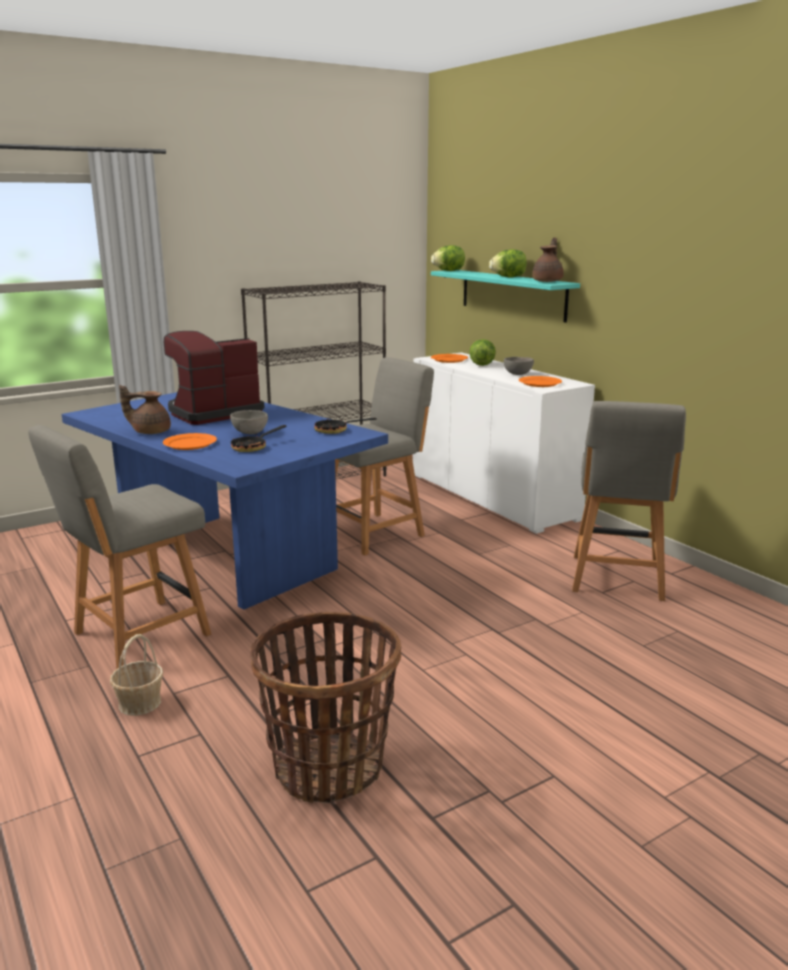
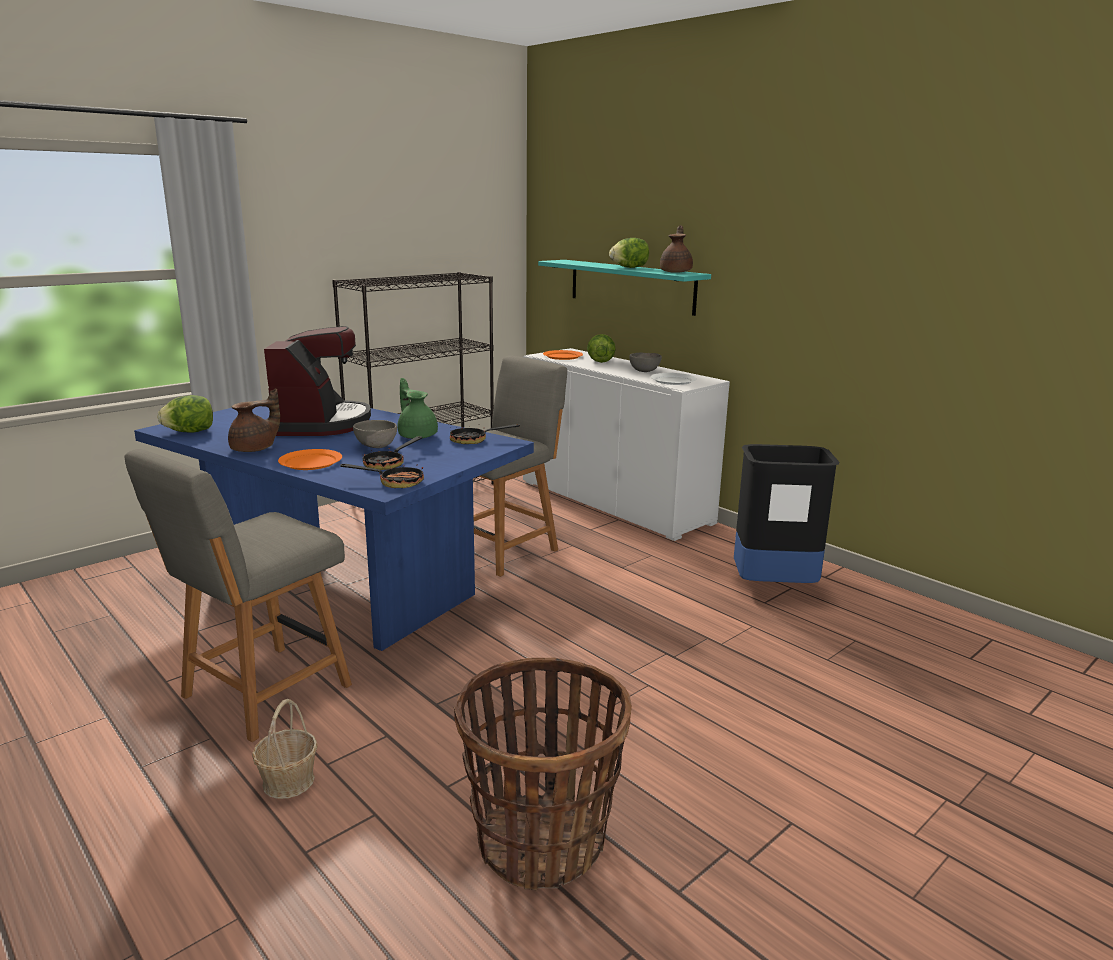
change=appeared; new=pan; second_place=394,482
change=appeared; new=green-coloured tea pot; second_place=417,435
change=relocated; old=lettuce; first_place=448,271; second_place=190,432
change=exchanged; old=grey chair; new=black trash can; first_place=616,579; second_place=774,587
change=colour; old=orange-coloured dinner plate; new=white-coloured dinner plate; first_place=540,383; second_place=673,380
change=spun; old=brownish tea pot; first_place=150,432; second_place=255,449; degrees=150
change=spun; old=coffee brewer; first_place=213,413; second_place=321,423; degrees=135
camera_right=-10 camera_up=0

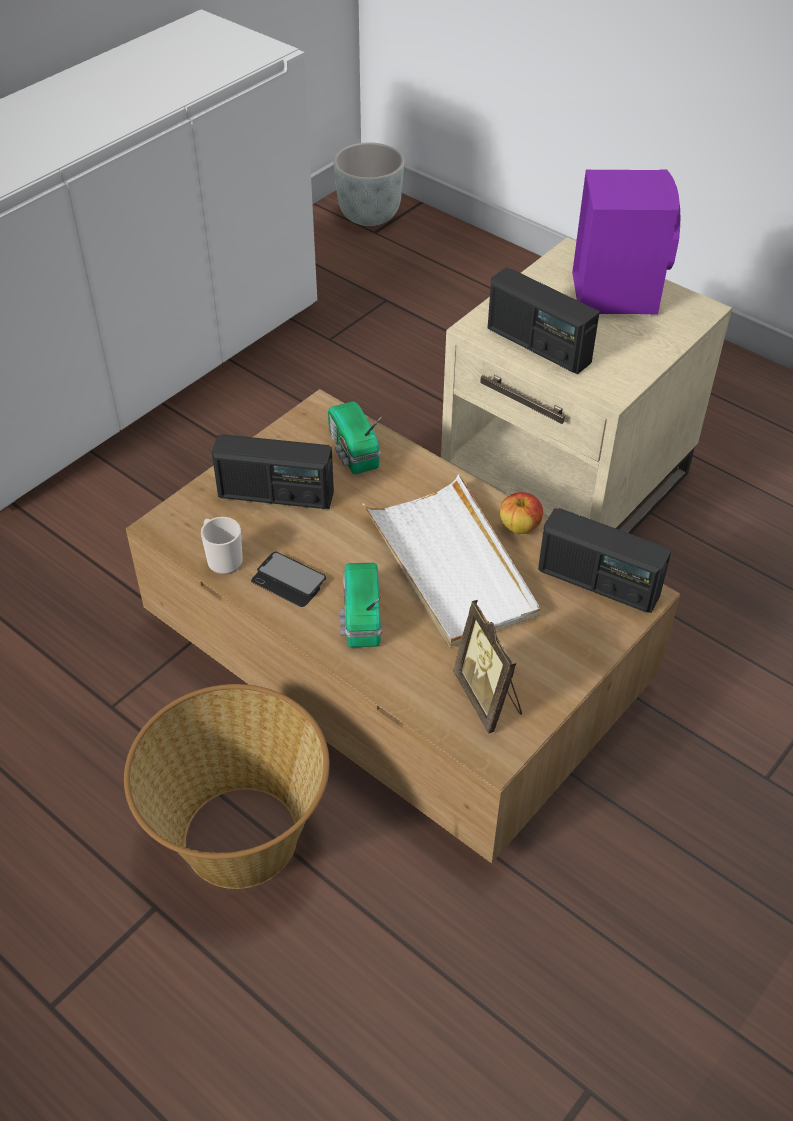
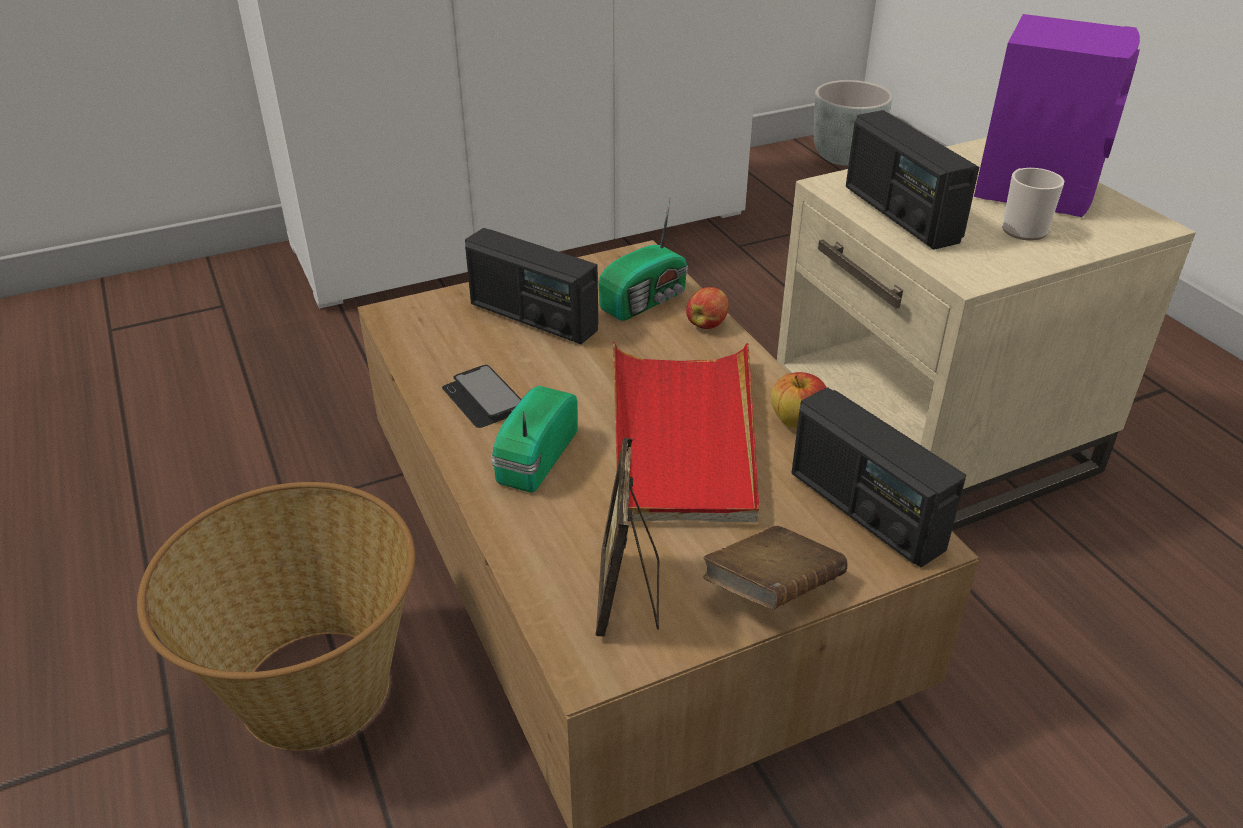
change=appeared; new=apple fruit; second_place=707,324
change=appeared; new=brownish bound book; second_place=772,590
change=relocated; old=coffee mug; first_place=222,559; second_place=1021,227
change=colour; old=white-coloured serving tray; new=reddish serving tray; first_place=451,565; second_place=683,437
change=spun; old=radio; first_place=352,452; second_place=646,300; degrees=-135
camera_right=25 camera_up=-10

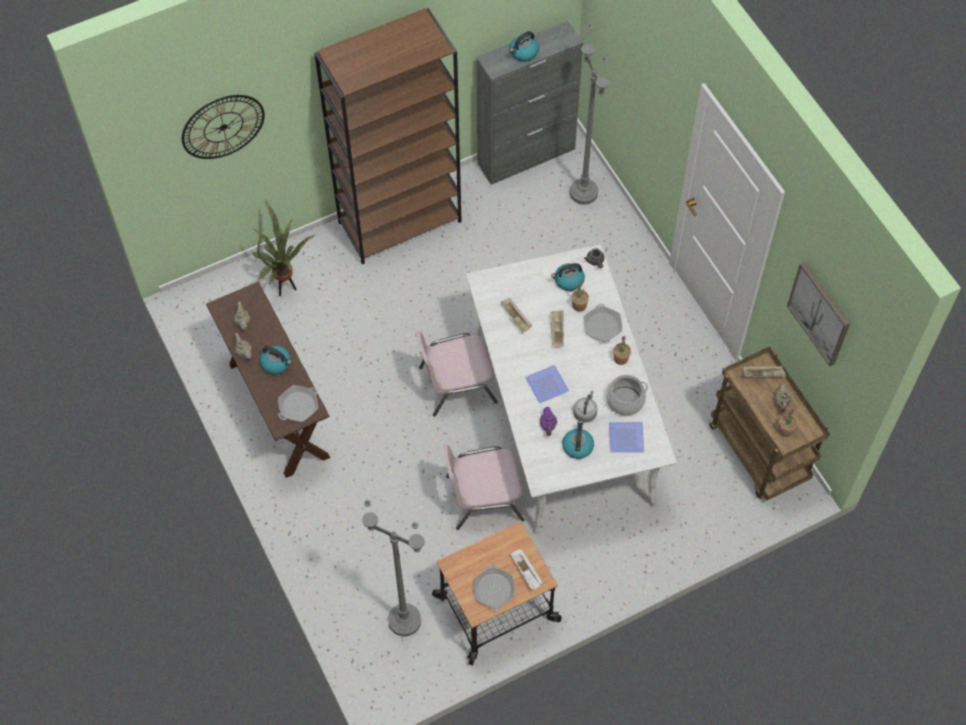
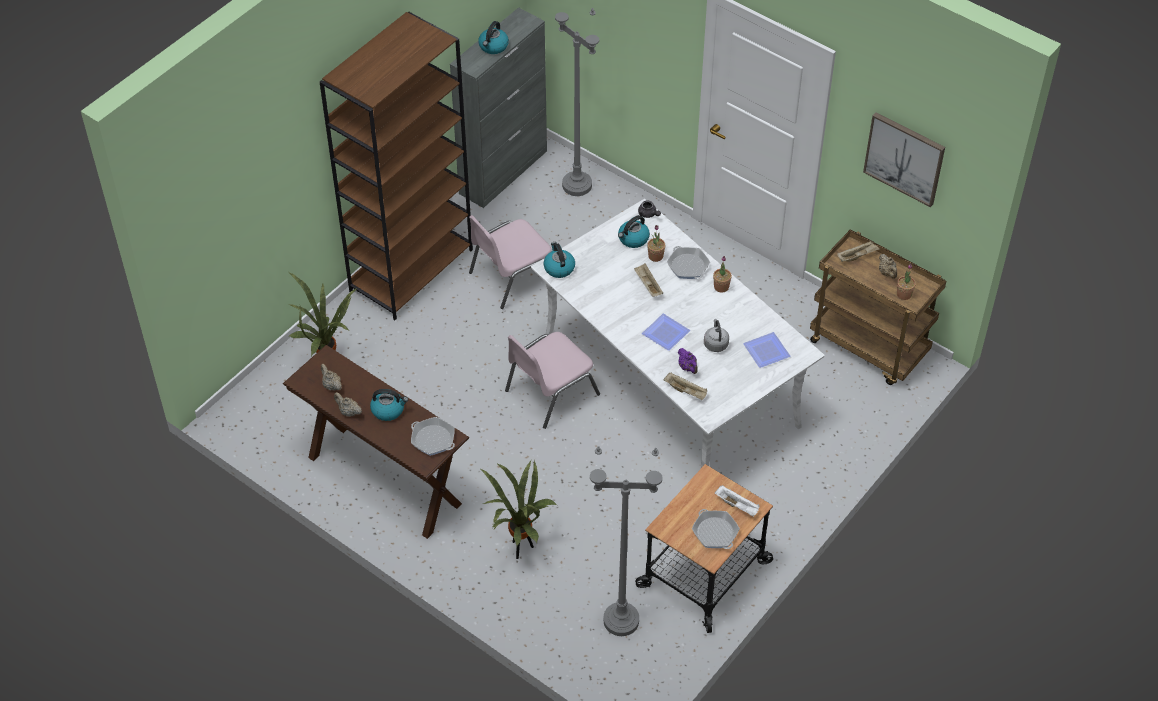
change=missing; old=hanging clock; first_place=223,127
change=missing; old=stockpot; first_place=625,400
change=appeared; new=plant in a pot; second_place=520,549
change=relocated; old=pinkish chair; first_place=483,497; second_place=511,277
change=relocated; old=sand-coloured serving tray; first_place=516,319; second_place=686,391
change=relocated; old=kettle; first_place=577,446; second_place=559,268
change=spun; old=pan; first_place=298,406; second_place=433,439; degrees=105
camera_right=-25 camera_up=-10

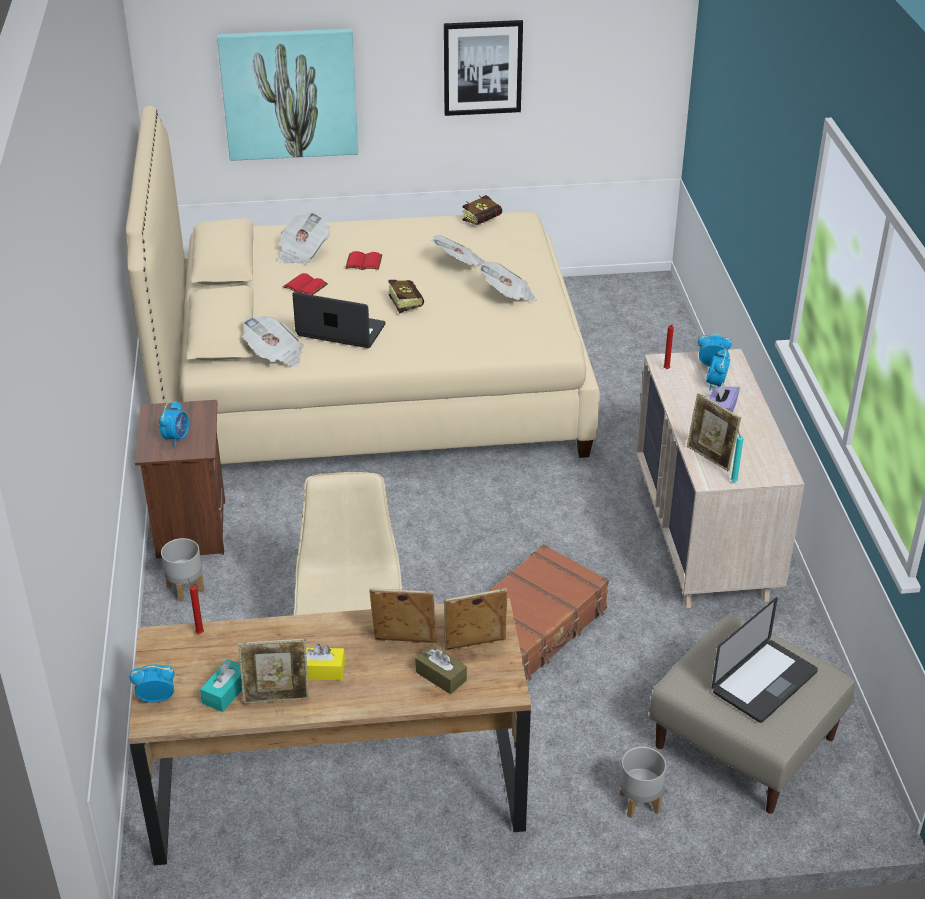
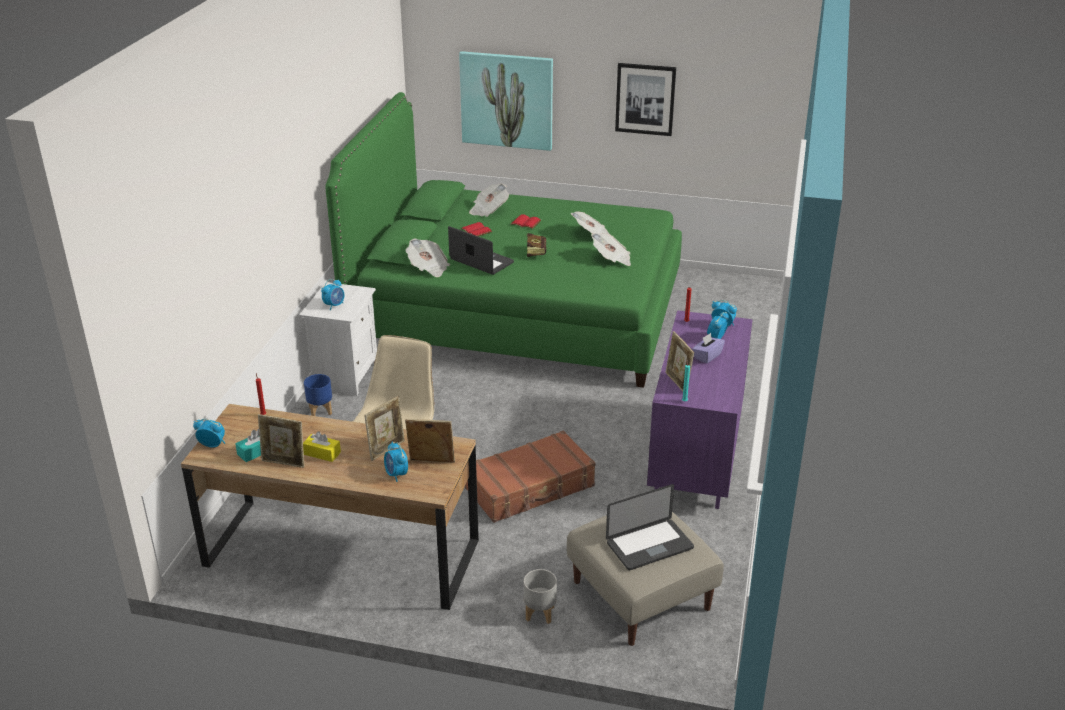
change=missing; old=bound book; first_place=485,220
change=exchanged; old=brownish tissue box; new=bedside clock; first_place=441,676; second_place=396,474
change=colour; old=sand-coloured bedroom bed; new=green-coloured bedroom bed; first_place=369,387; second_place=516,313
change=colour; old=brownish night table; new=white-coloured night table; first_place=189,529; second_place=344,376
change=colour; old=grey planter; new=bluish planter; first_place=185,588; second_place=320,410
change=colour; old=sand-coloured drawer chest; new=purple drawer chest; first_place=704,539; second_place=695,458
change=spun; old=photo frame; first_place=404,643; second_place=386,449; degrees=105
camera_right=20 camera_up=-5

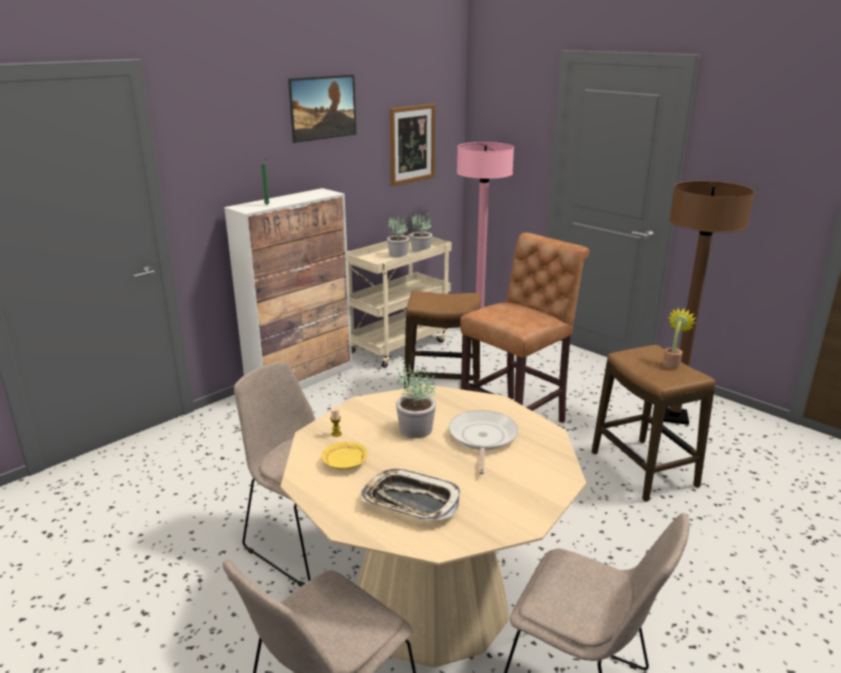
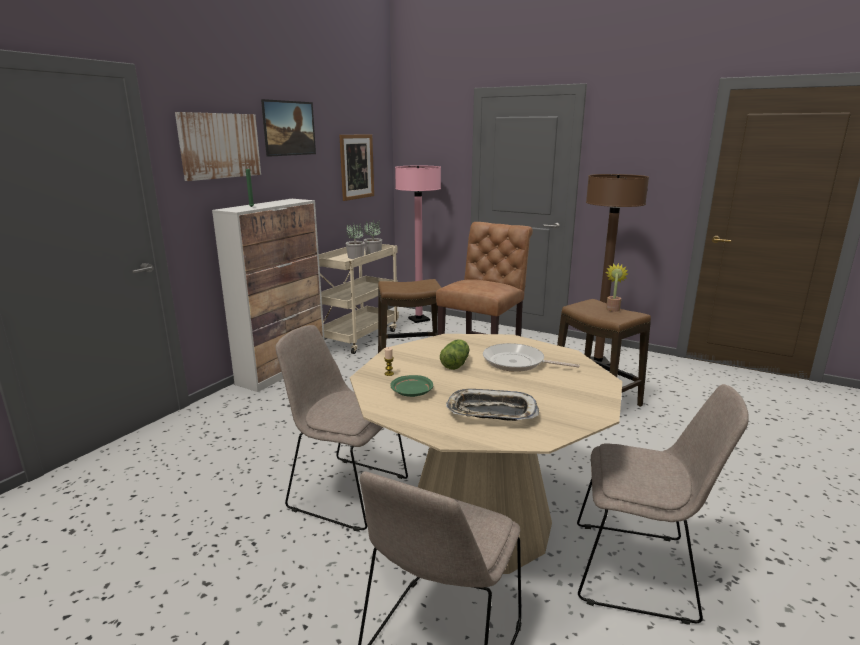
change=appeared; new=wall picture; second_place=219,146
change=exchanged; old=plant in a pot; new=lettuce; first_place=415,429; second_place=456,363
change=colour; old=yellow dinner plate; new=green-coloured dinner plate; first_place=344,463; second_place=411,392
change=spun; old=pan; first_place=482,438; second_place=517,363; degrees=-60
camera_right=-15 camera_up=-5

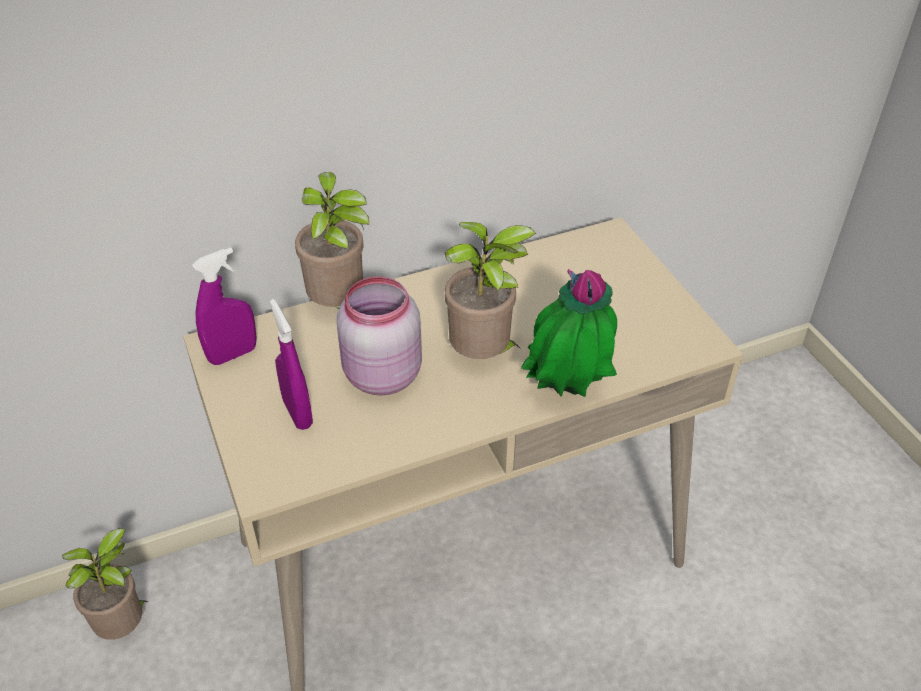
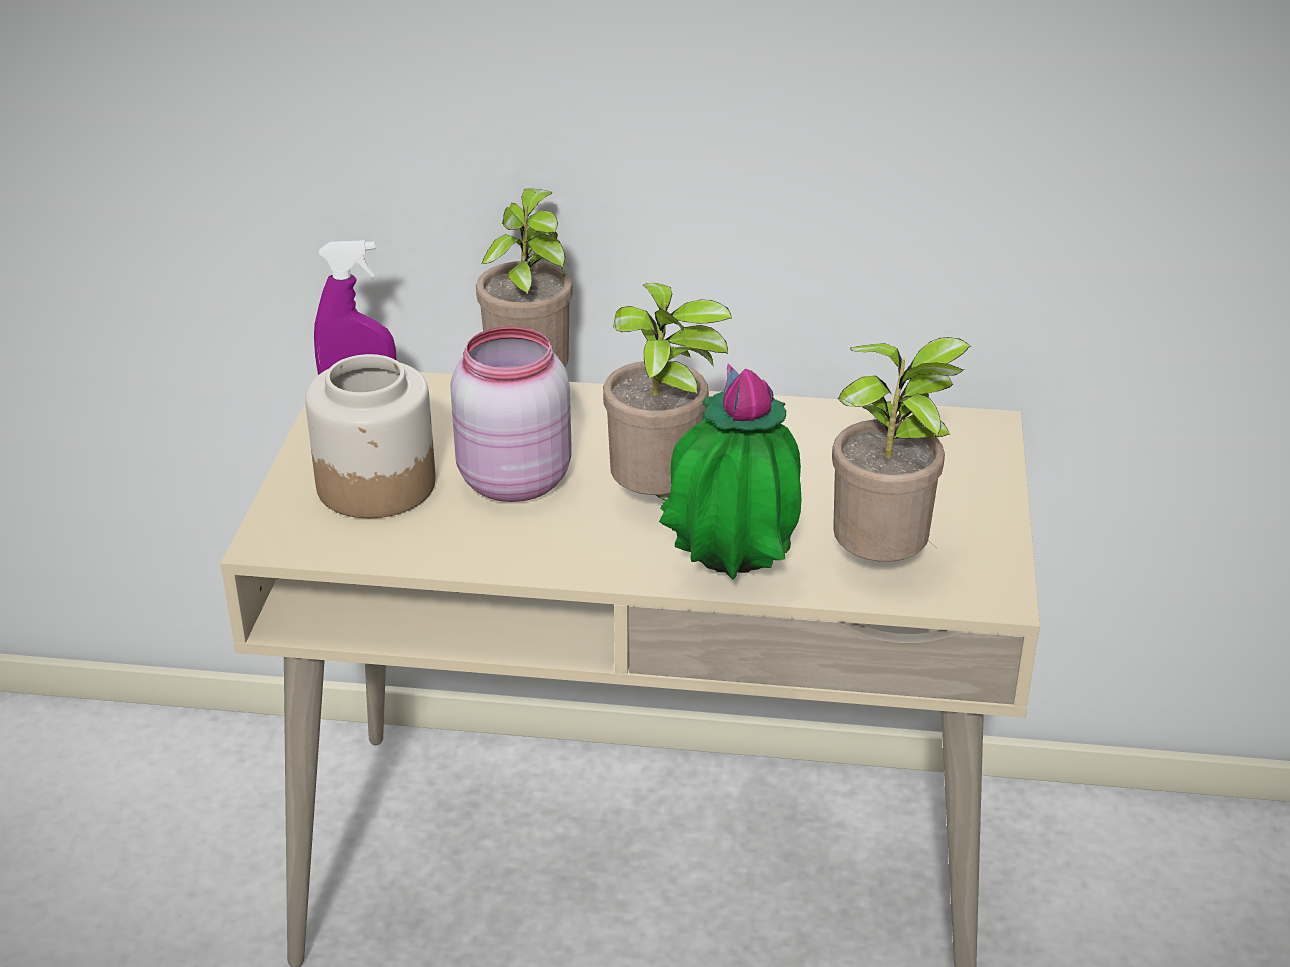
change=relocated; old=plant in a pot; first_place=125,625; second_place=885,565
change=exchanged; old=purple sprayer; new=preserve jar; first_place=297,413; second_place=377,484
camera_right=30 camera_up=-10

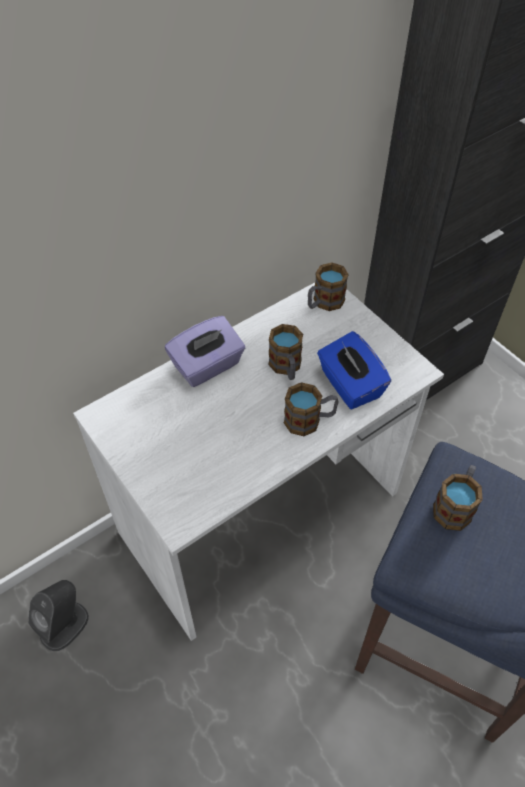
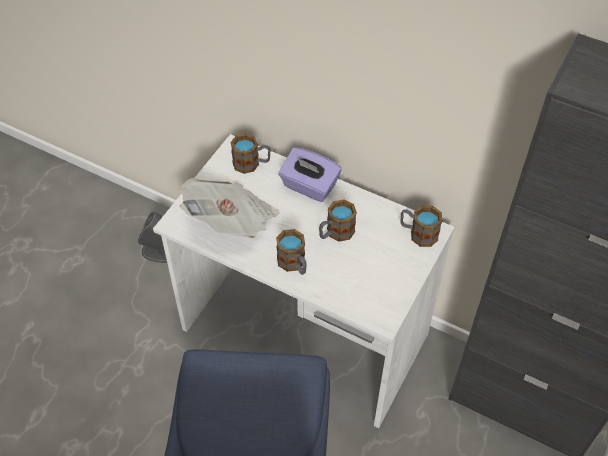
change=missing; old=bluish tissue box; first_place=349,385
change=appeared; new=printed paper; second_place=232,222
change=relocated; old=coffee mug; first_place=455,505; second_place=251,164
camera_right=65 camera_up=0

